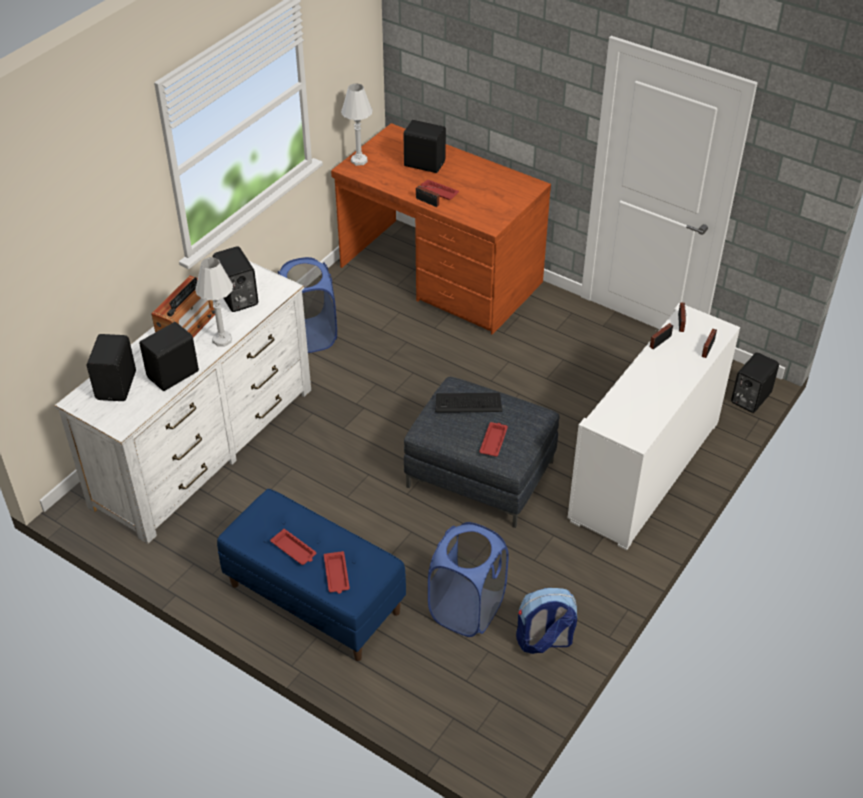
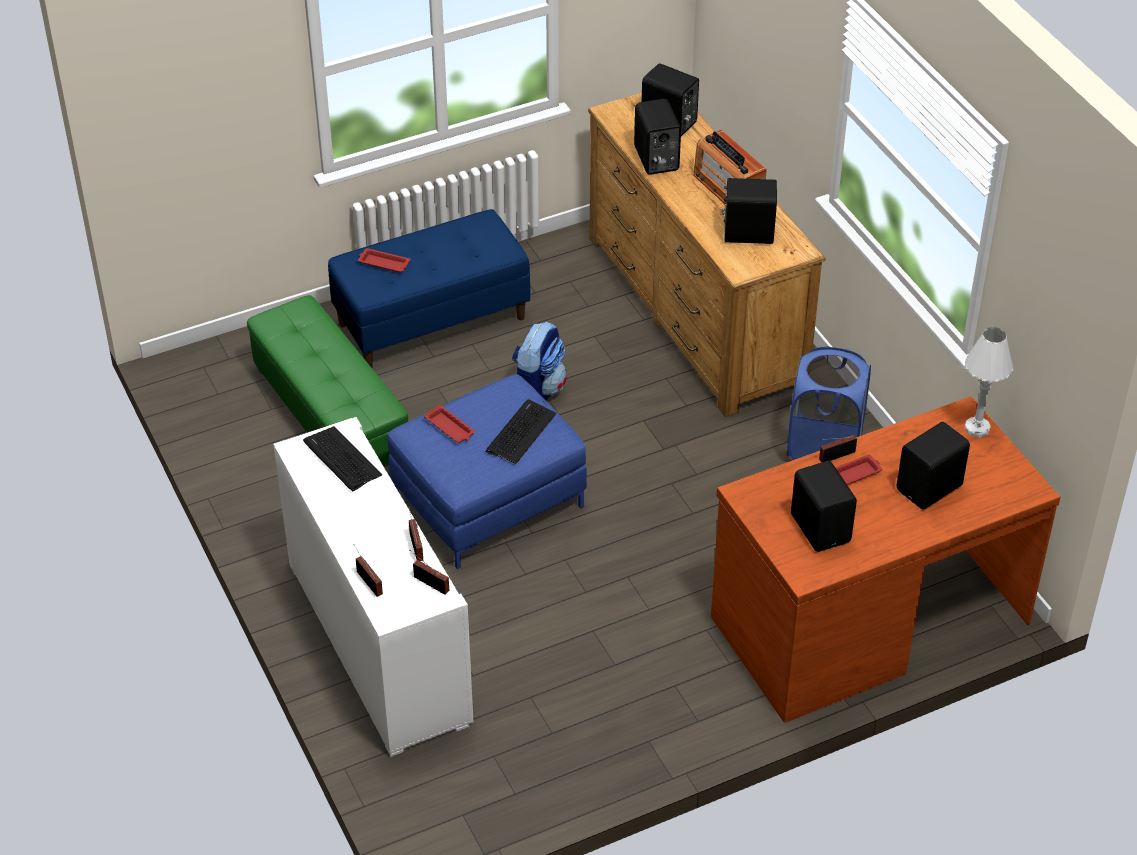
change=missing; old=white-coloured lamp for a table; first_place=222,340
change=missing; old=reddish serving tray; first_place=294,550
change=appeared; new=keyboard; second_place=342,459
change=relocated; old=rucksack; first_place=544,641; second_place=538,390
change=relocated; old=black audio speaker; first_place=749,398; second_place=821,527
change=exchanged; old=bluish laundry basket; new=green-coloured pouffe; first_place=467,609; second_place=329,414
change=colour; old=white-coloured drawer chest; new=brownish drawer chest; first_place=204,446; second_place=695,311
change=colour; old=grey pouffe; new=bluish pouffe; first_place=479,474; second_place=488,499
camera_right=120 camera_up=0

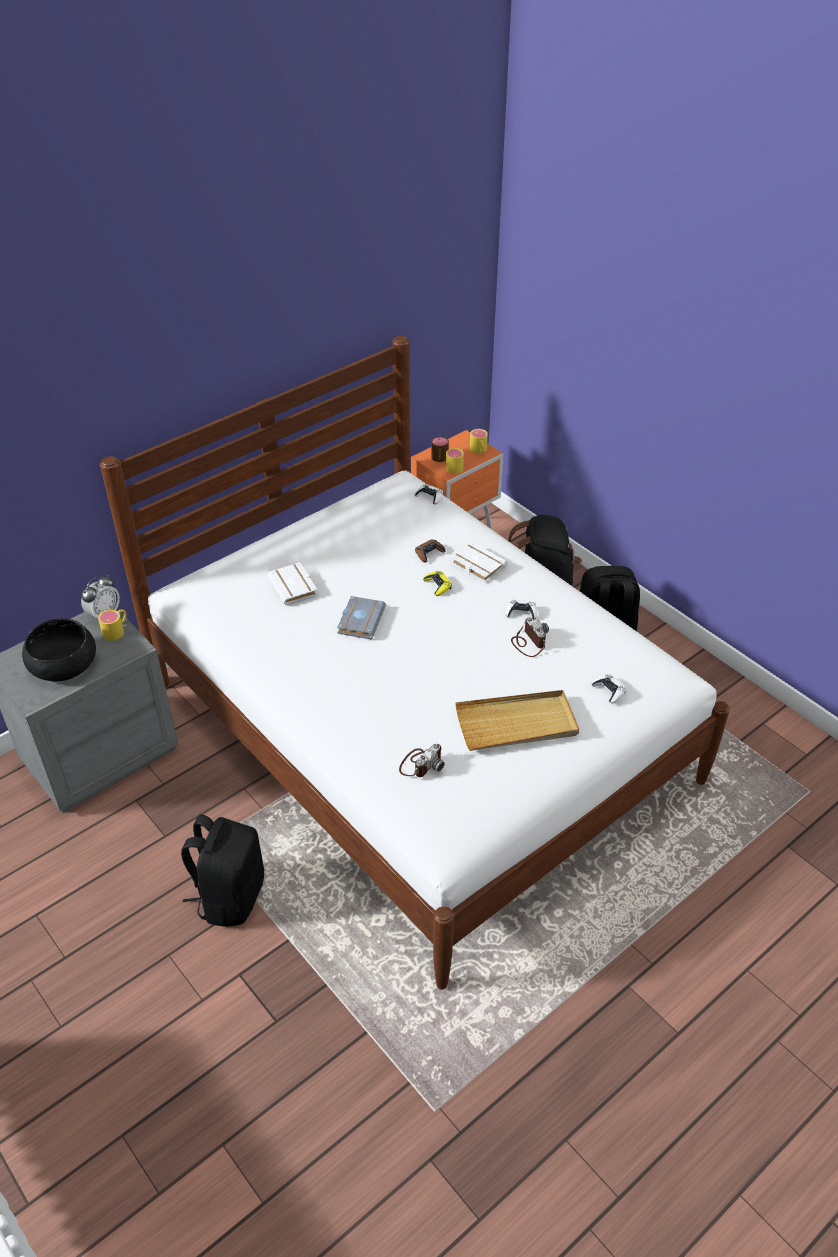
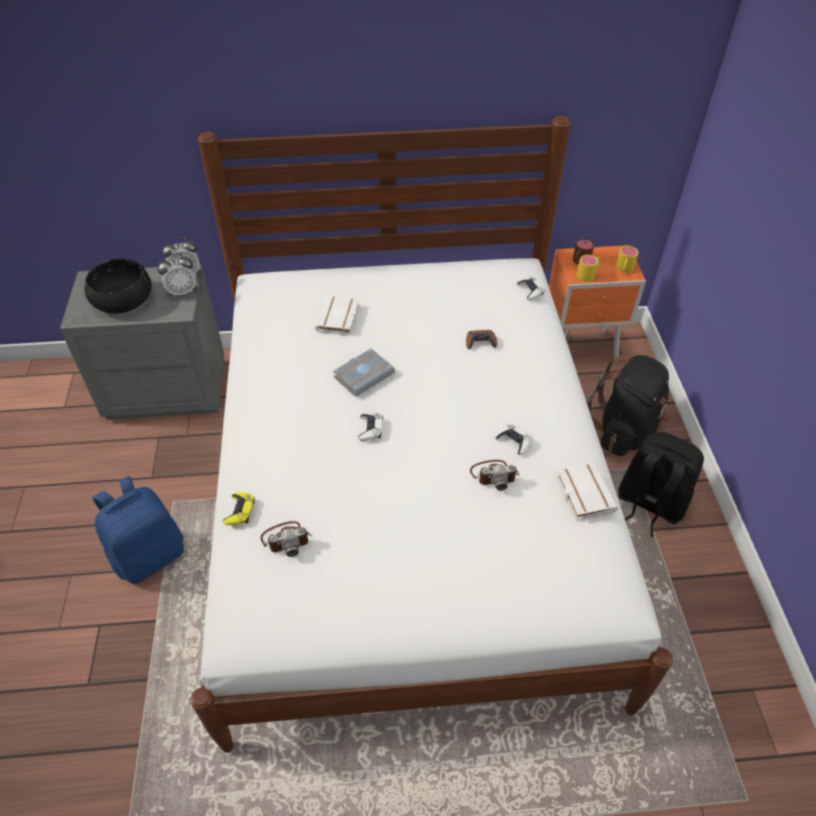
change=missing; old=sand-coloured serving tray; first_place=517,724
change=relocated; old=yellow game controller; first_place=438,585; second_place=240,511
change=relocated; old=white-coloured bound book; first_place=476,565; second_place=582,493
change=relocated; old=white-coloured game controller; first_place=609,691; second_place=370,429
change=exchanged; old=yellow coffee mug; new=bedside clock; first_place=117,630; second_place=182,291
change=colour; old=black rucksack; new=bluish rucksack; first_place=230,896; second_place=150,555
change=spun; old=still camera; first_place=529,642; second_place=494,475; degrees=75
camera_right=35 camera_up=5

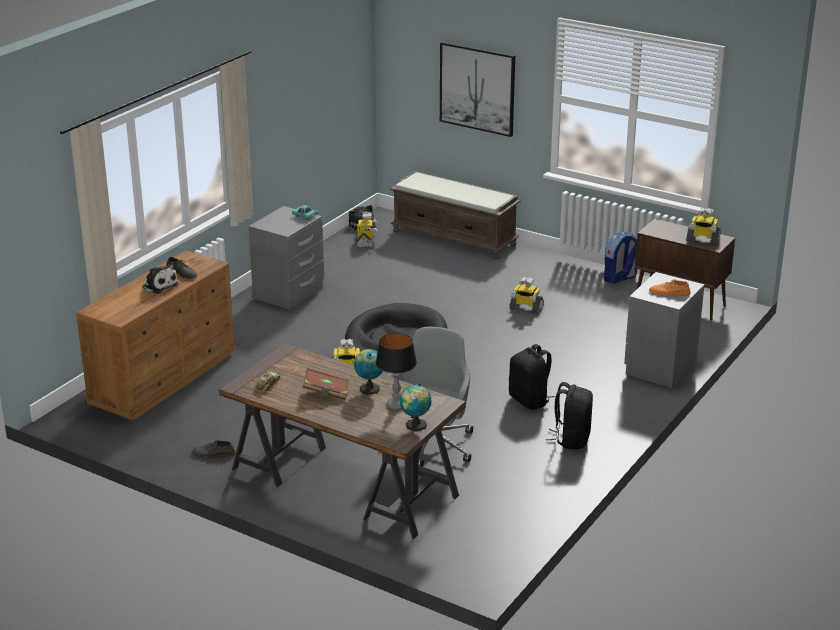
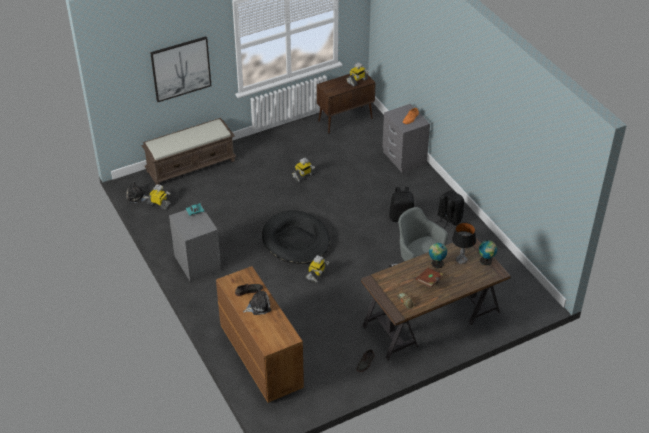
change=missing; old=rucksack; first_place=619,278
camera_right=-60 camera_up=15

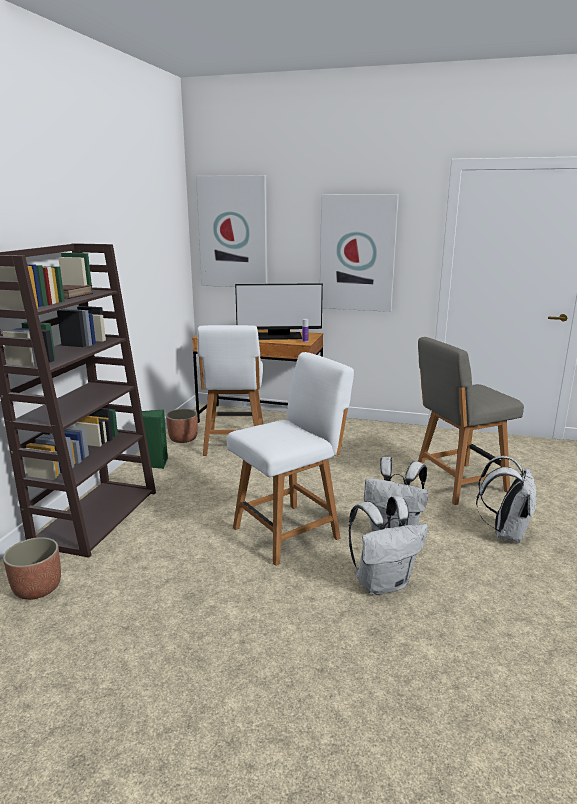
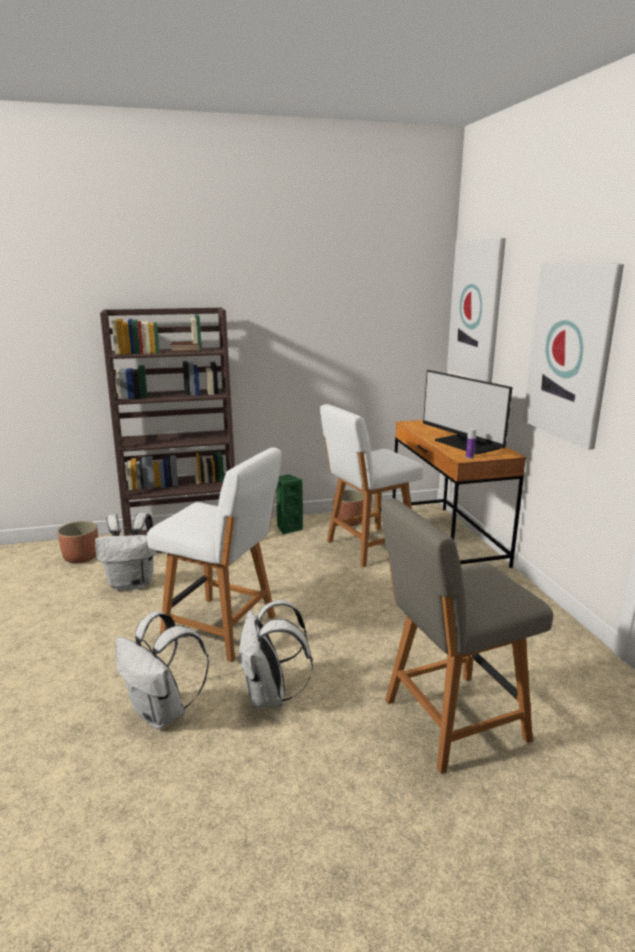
change=relocated; old=white-coloured rucksack; first_place=505,533; second_place=133,583
change=spun; old=grey chair; first_place=457,484; second_place=450,721; degrees=-60
camera_right=60 camera_up=0

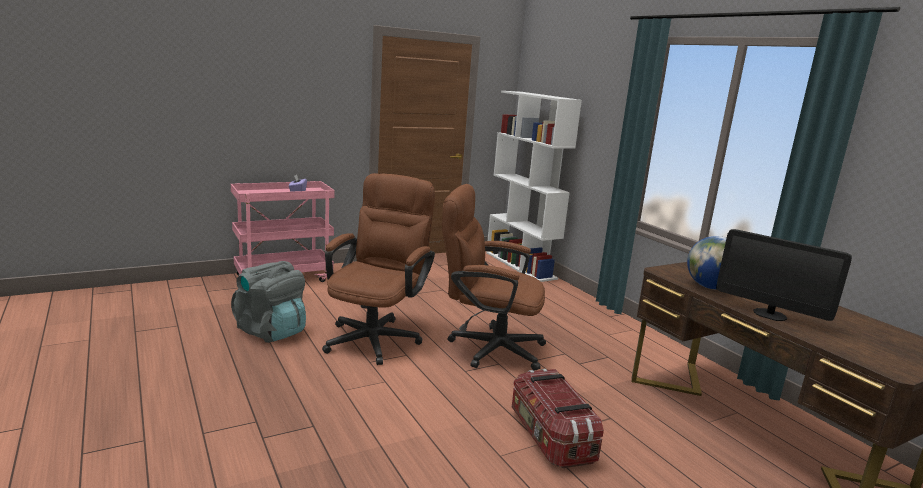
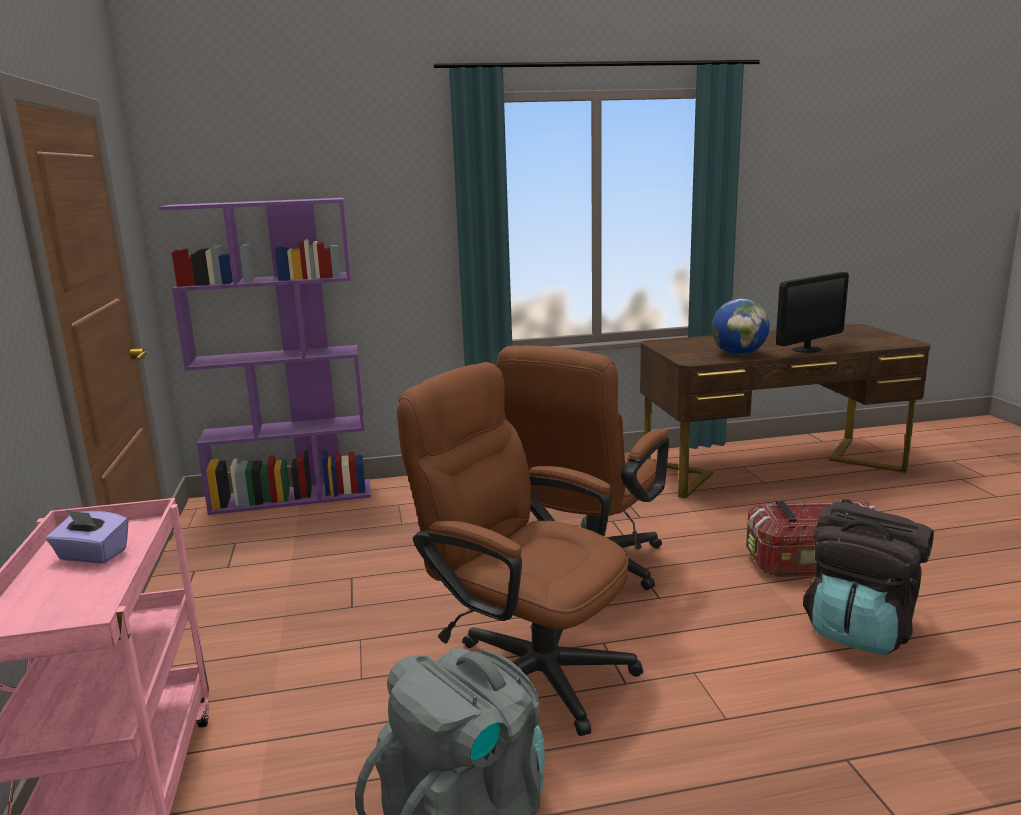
change=appeared; new=black rucksack; second_place=860,629
change=colour; old=white-coloured bookshelf; new=purple bookshelf; first_place=521,265; second_place=293,497
camera_right=-70 camera_up=0

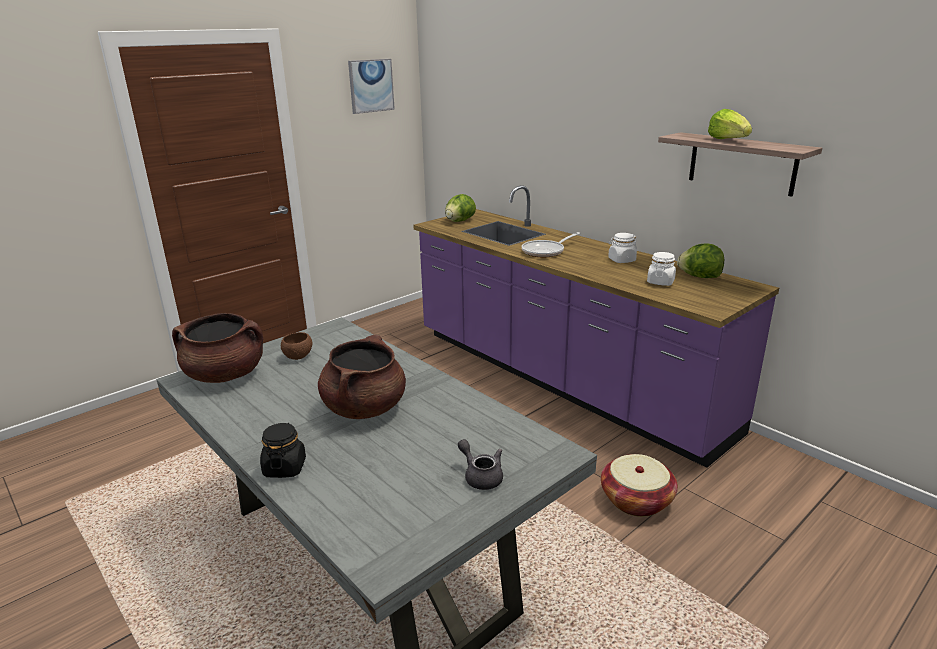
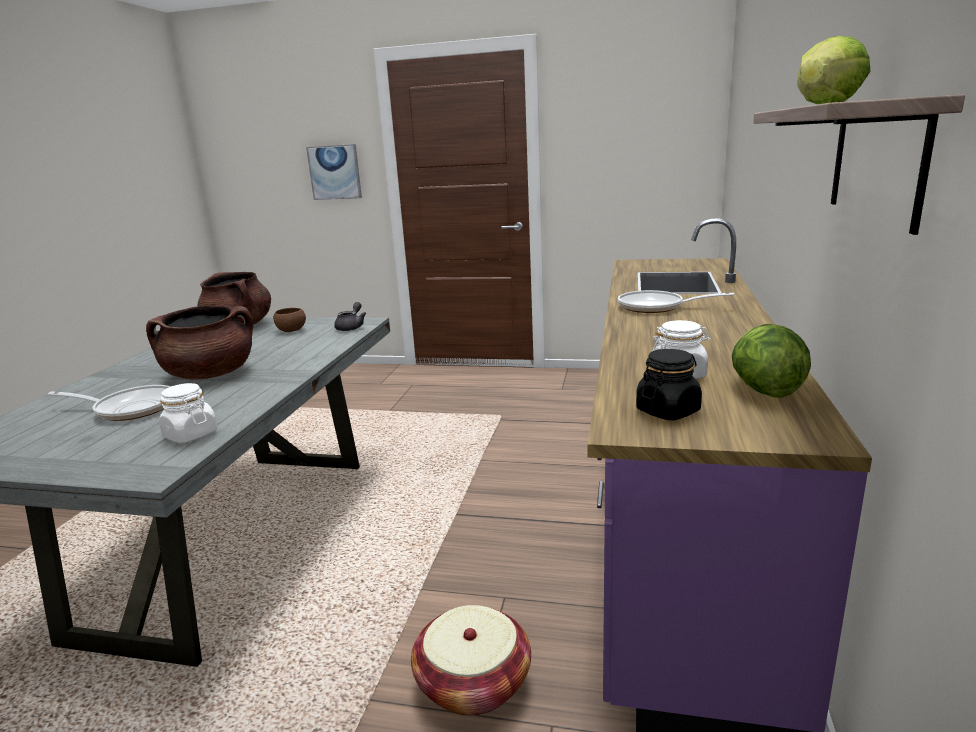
change=missing; old=lettuce; first_place=459,221
change=appeared; new=pan; second_place=130,408
change=relocated; old=black preserve jar; first_place=285,468; second_place=668,411
change=relocated; old=wall picture; first_place=371,86; second_place=335,172
change=relocated; old=grey tea pot; first_place=481,476; second_place=351,327
change=relocated; old=white-coloured preserve jar; first_place=621,260; second_place=190,435
camera_right=55 camera_up=-5

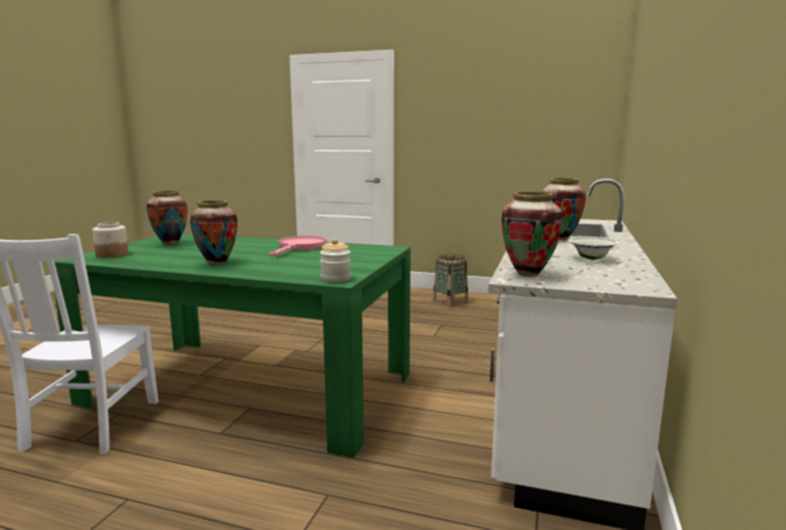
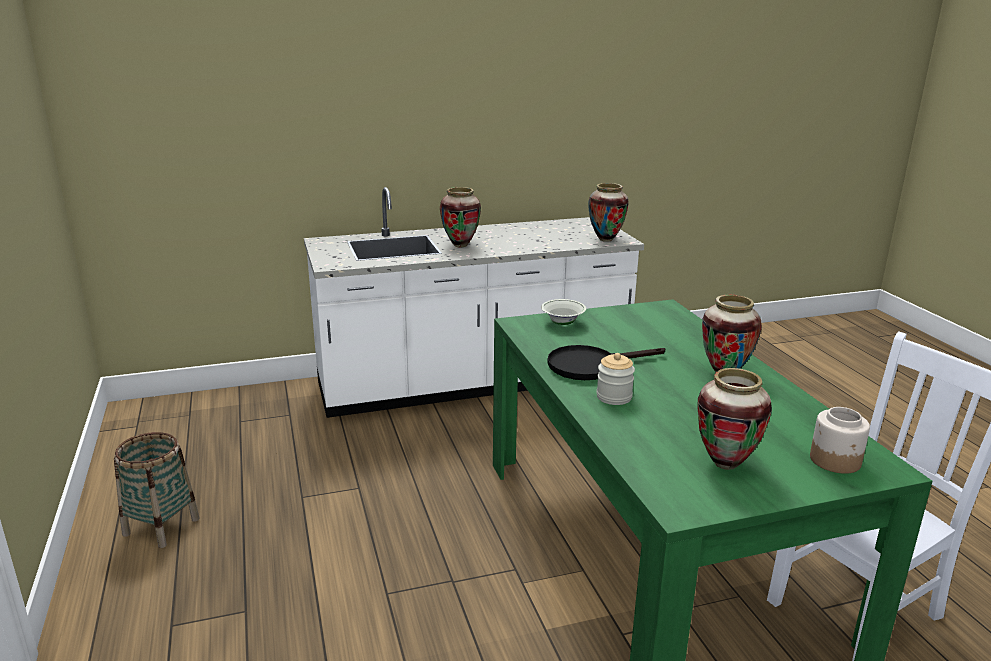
change=relocated; old=preserve jar; first_place=335,279; second_place=614,397
change=relocated; old=white-coloured serving bowl; first_place=591,259; second_place=562,323
change=colour; old=pinkish pan; new=black pan; first_place=300,247; second_place=591,366
camera_right=-125 camera_up=10

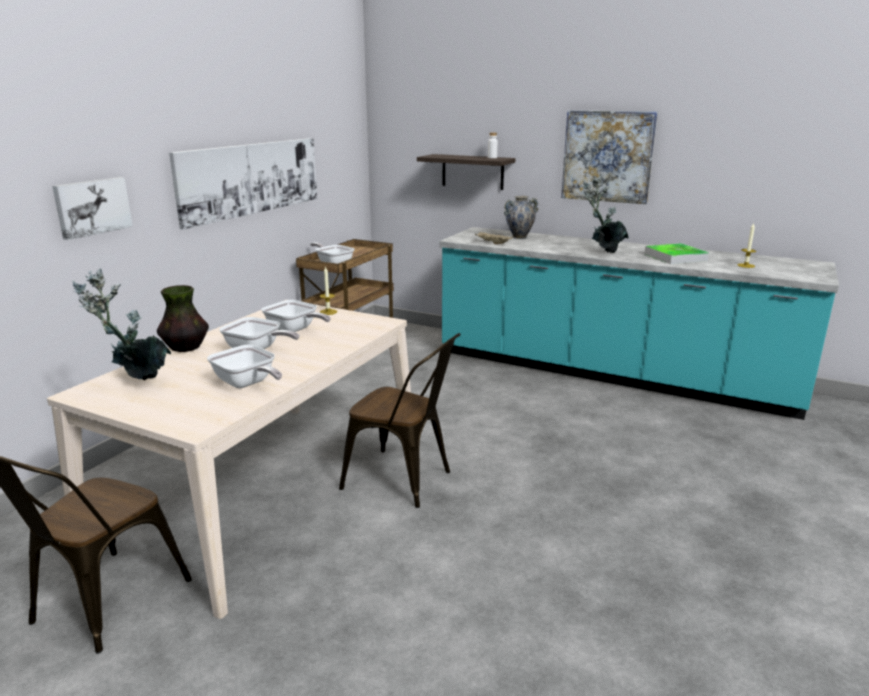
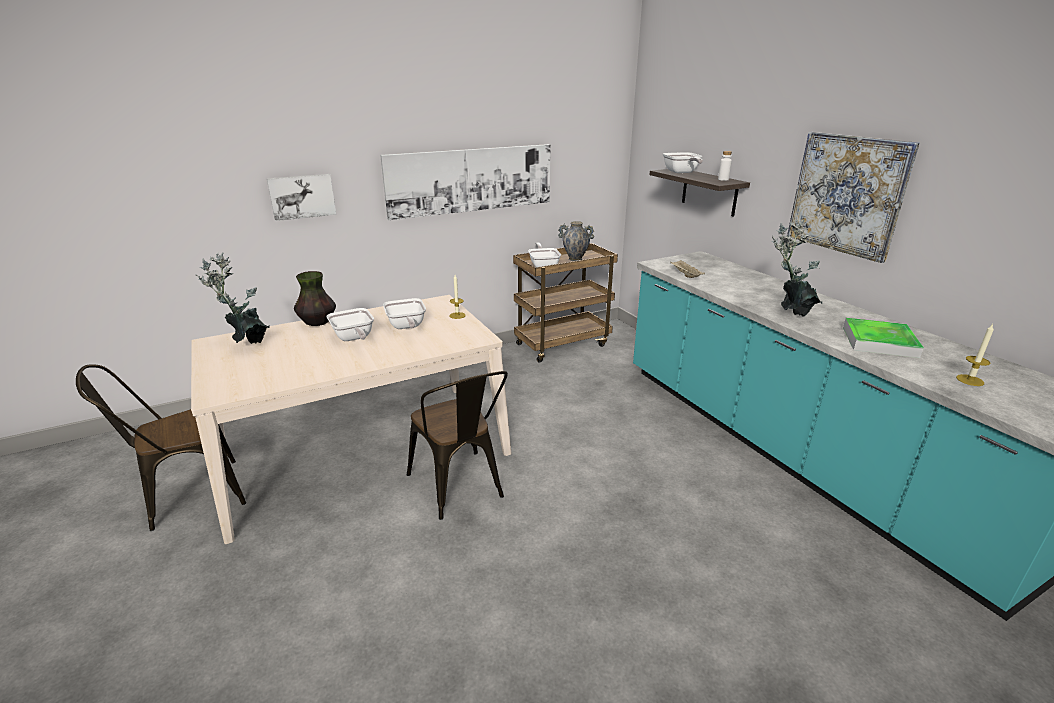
change=relocated; old=pan; first_place=247,384; second_place=681,172
change=relocated; old=flower vase; first_place=519,237; second_place=575,259
camera_right=35 camera_up=5

